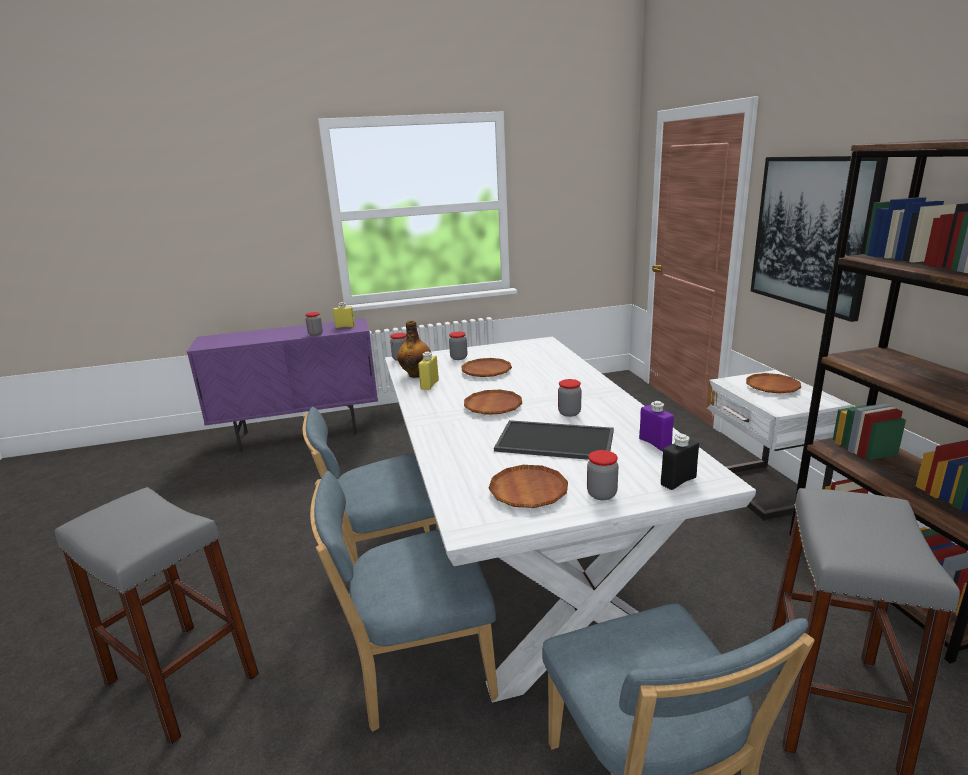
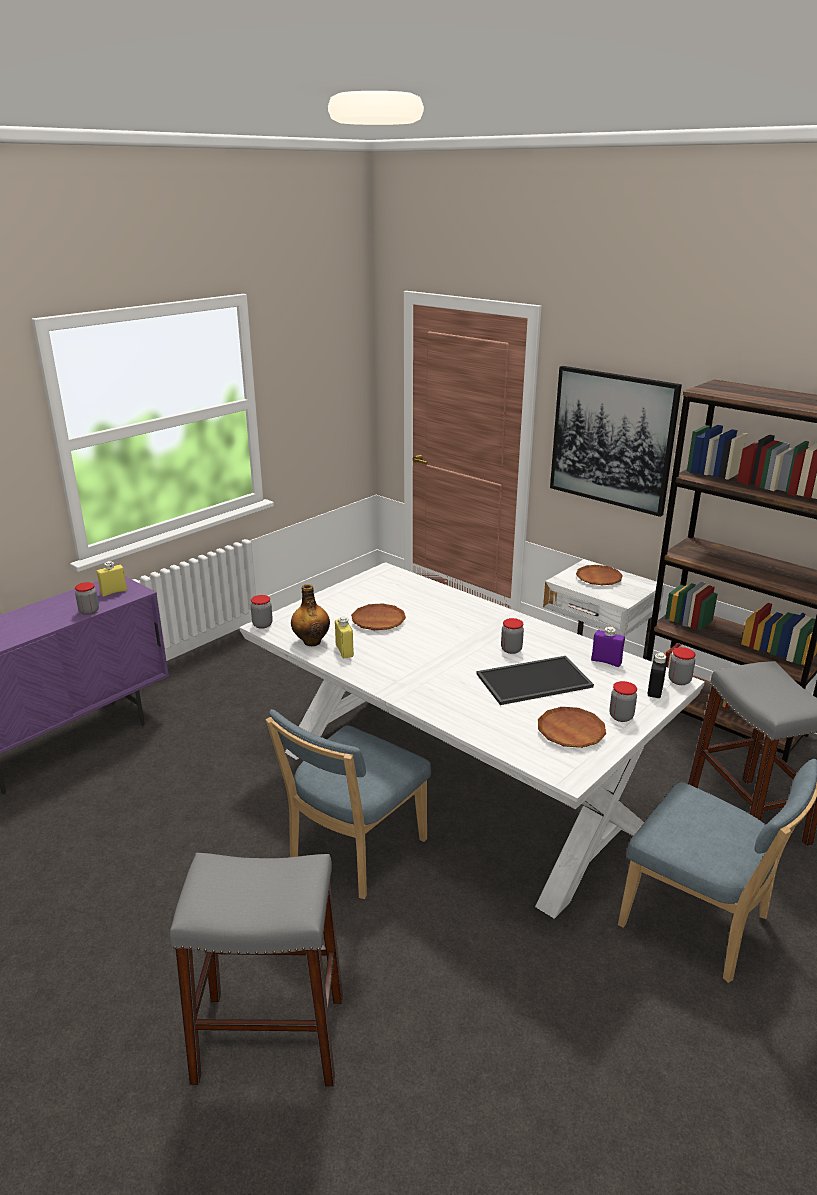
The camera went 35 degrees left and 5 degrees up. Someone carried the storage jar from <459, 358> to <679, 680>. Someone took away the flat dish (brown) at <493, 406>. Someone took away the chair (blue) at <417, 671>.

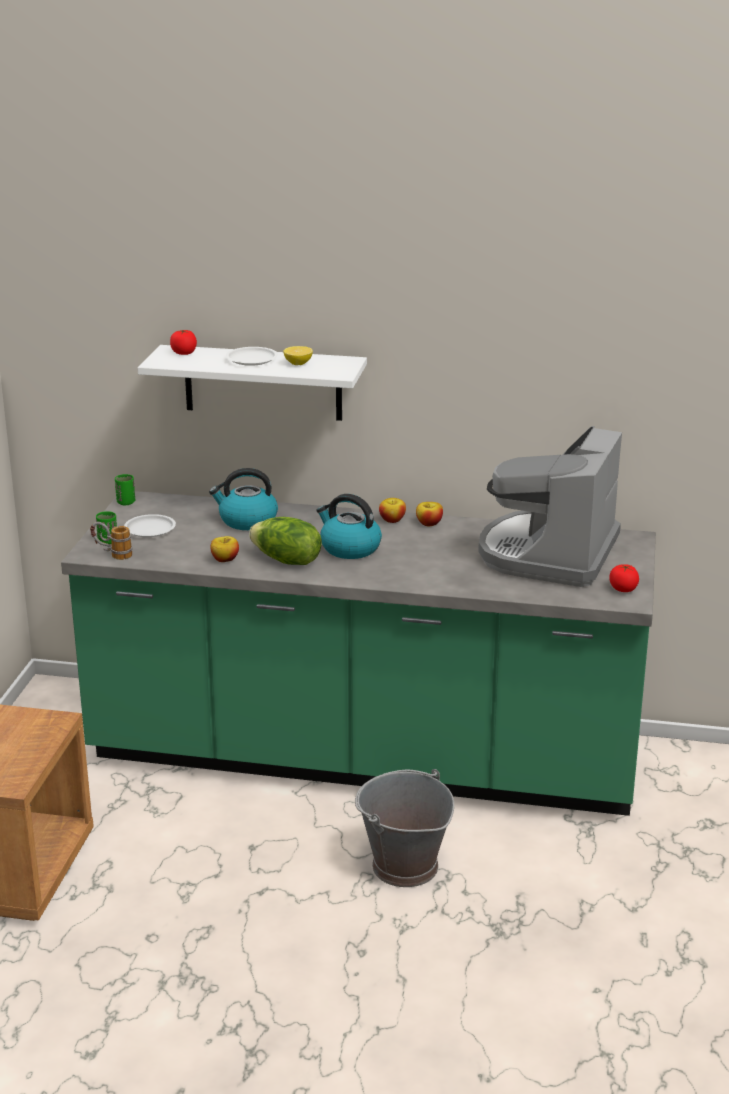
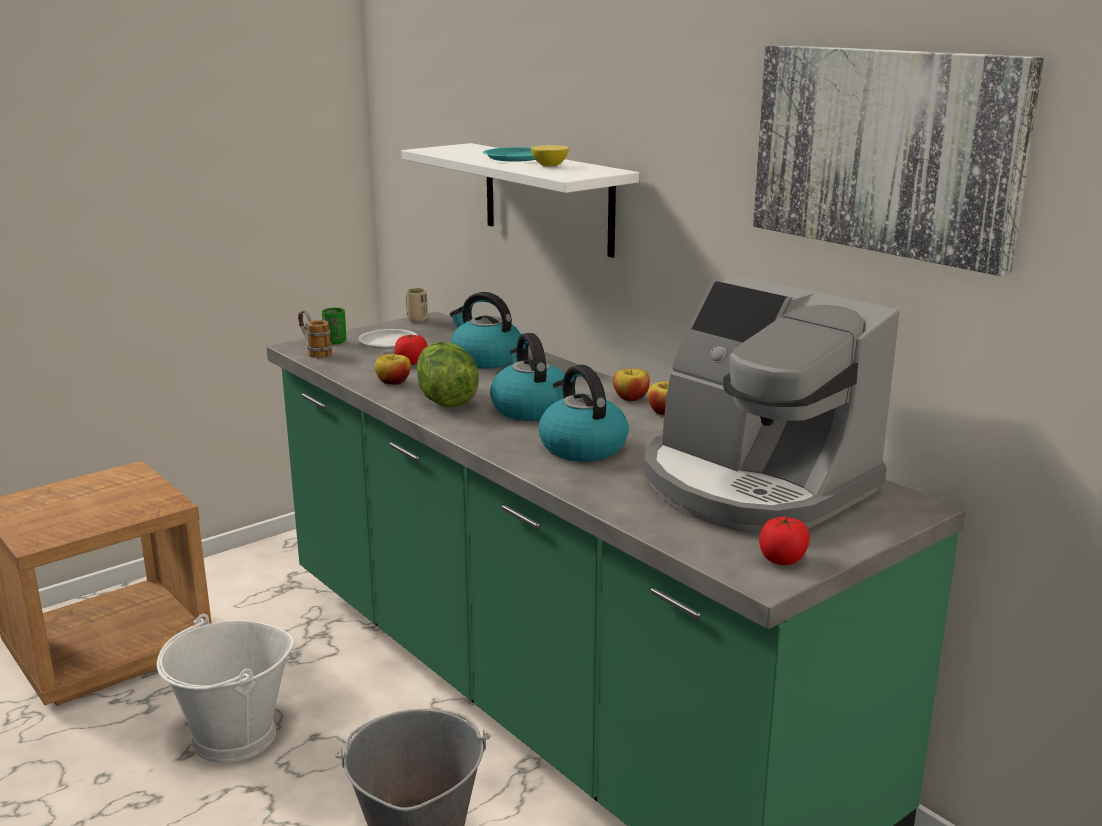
The camera went 40 degrees right and 5 degrees down. Someone carried the fresh tomato from <184, 353> to <411, 362>. Someone repainted the flat dish (whitish) at <251, 359>, which became the flat dish (turquoise) at <514, 158>. Someone rotated the coffee maker at <549, 554> by 105 degrees counterclockwise. Someone repainted the cup (greenish) at <126, 502>, which became the cup (sand-coloured) at <417, 320>. Someone put up the wall picture at <886, 151>. Someone put down the kettle at <581, 447>. Someone put down the water bucket (whitish) at <234, 737>.

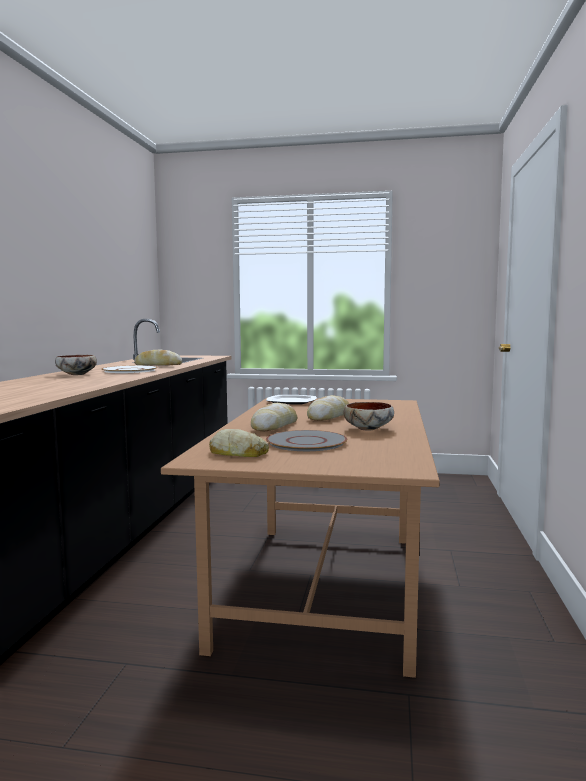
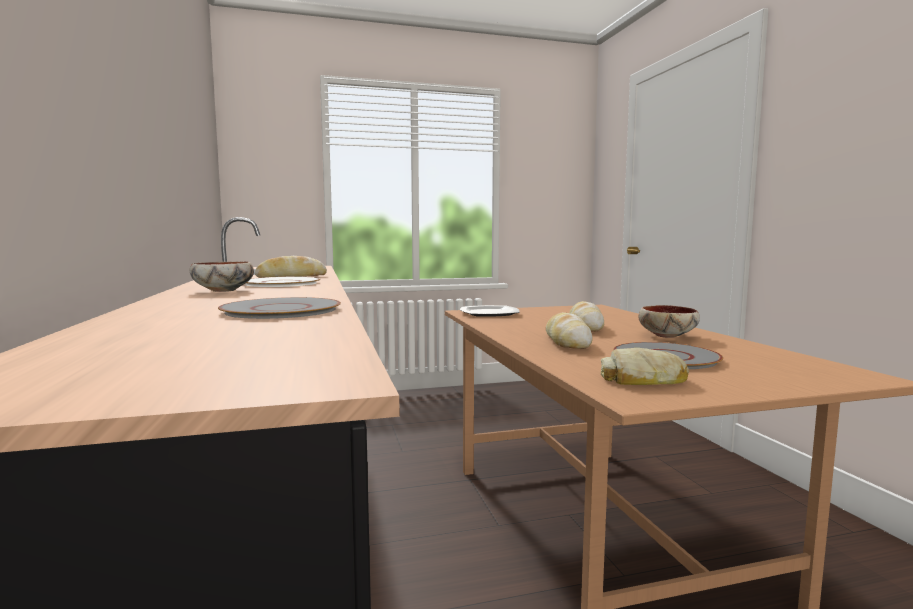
The camera went 25 degrees left and 0 degrees up. Someone put down the flat dish (gray) at <280, 310>.

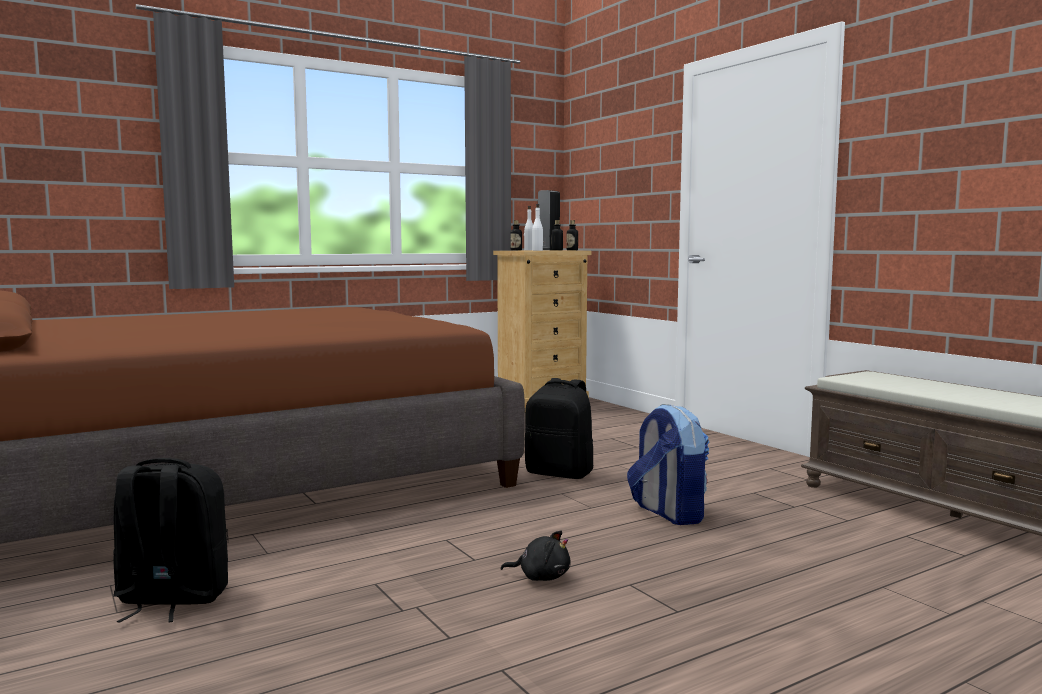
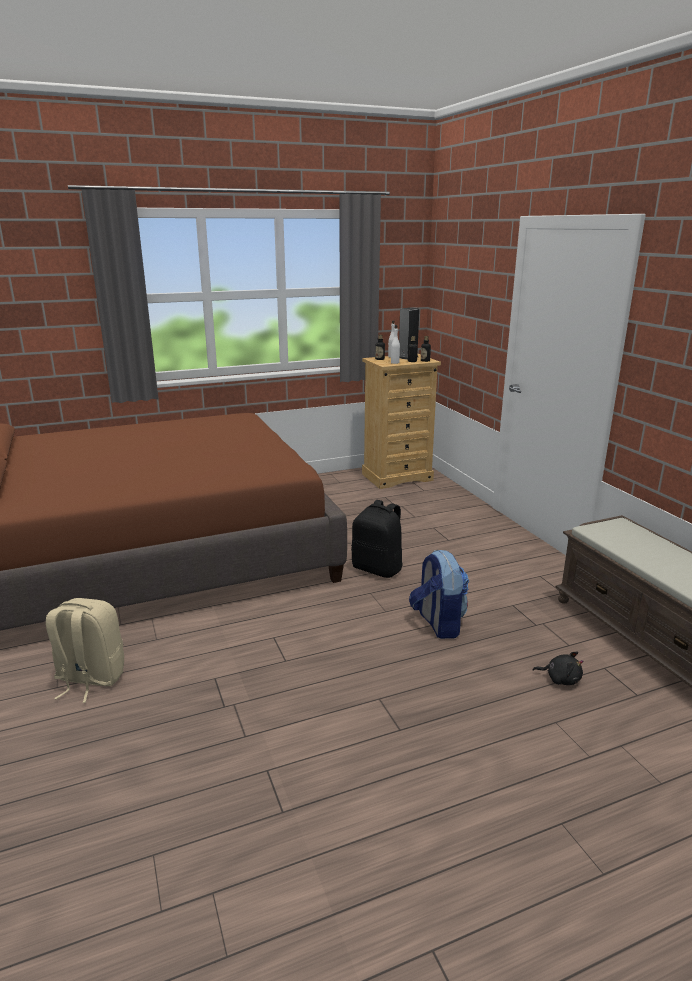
The camera went 10 degrees right and 15 degrees up. Someone repainted the backpack (black) at <171, 599>, which became the backpack (sand-coloured) at <90, 679>. Someone carried the cuddly toy (black) from <541, 577> to <560, 679>.

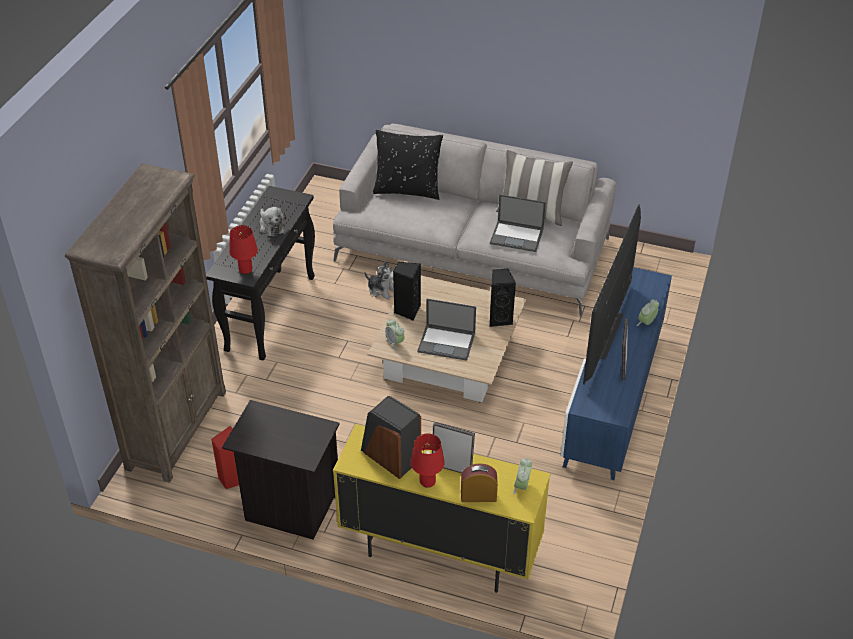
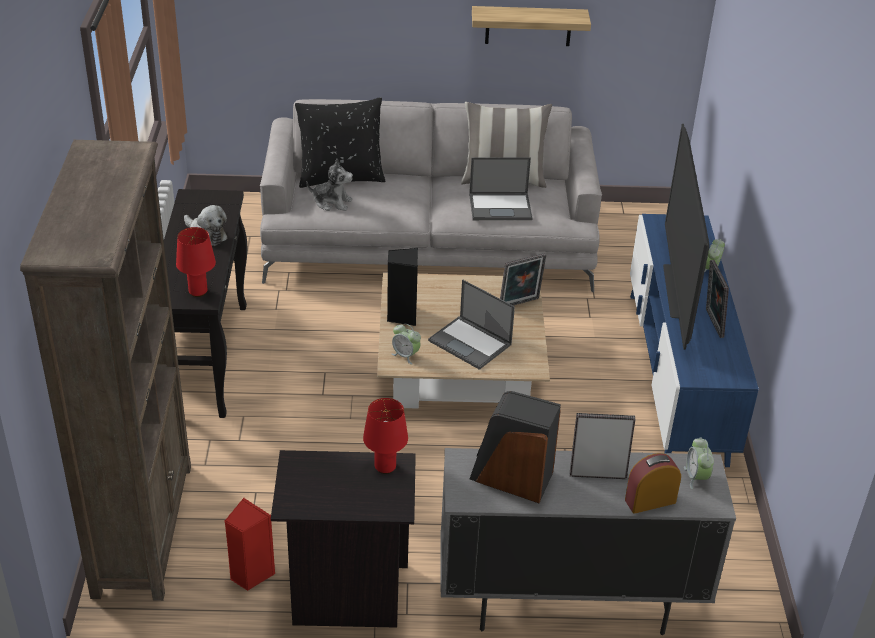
The camera went 20 degrees left and 5 degrees down. Someone carried the cuddly toy from <382, 290> to <332, 202>. Someone swapped the loudspeaker (black) at <500, 318> for the photo frame at <520, 304>. Someone rotated the notebook computer at <447, 342> by 45 degrees clockwise. Someone repainted the cupboard (yellow) at <439, 553>, which became the cupboard (gray) at <568, 603>. Someone carried the table lamp (reddish) from <428, 482> to <385, 467>. Someone put up the shelf at <528, 26>.

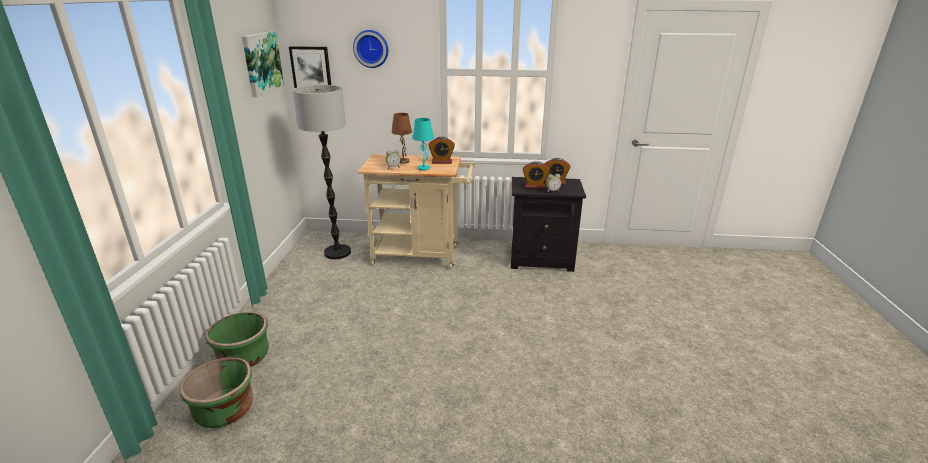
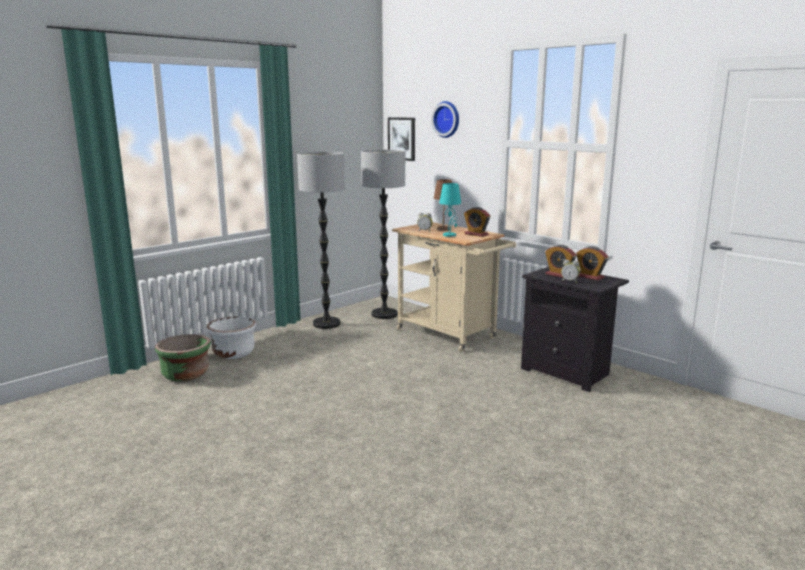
The camera went 40 degrees right and 10 degrees down. Someone took away the wall picture at <262, 63>. Someone repainted the plant pot (greenish) at <244, 358>, which became the plant pot (whitish) at <233, 353>. Someone put down the floor lamp at <326, 324>.

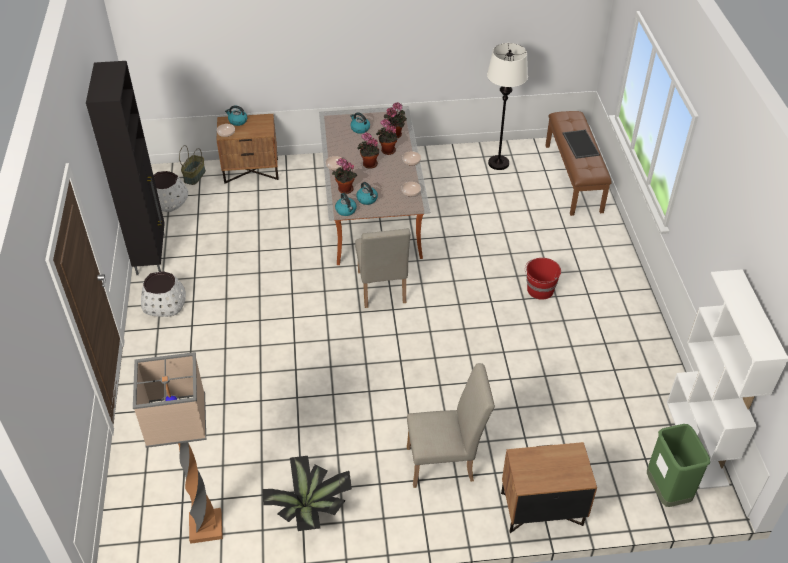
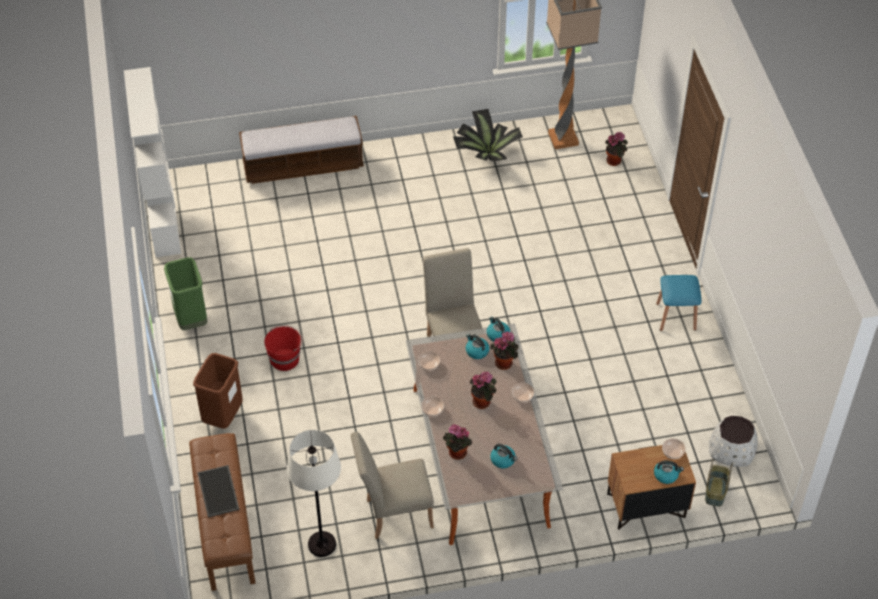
The camera went 175 degrees right and 5 degrees up. Someone took away the cupboard (black) at <151, 253>. Someone carried the plant in a pot from <387, 151> to <615, 160>. Someone swapped the plant pot (whitish) at <164, 303> for the stool (blue) at <676, 316>. Someone carried the chair (sand-coloured) from <446, 463> to <393, 513>. Someone carried the trash can (greenish) from <666, 492> to <191, 319>. Someone swapped the bedside table (brown) at <541, 510> for the indoor bench at <303, 166>. Someone put down the trash can (brown) at <223, 416>.

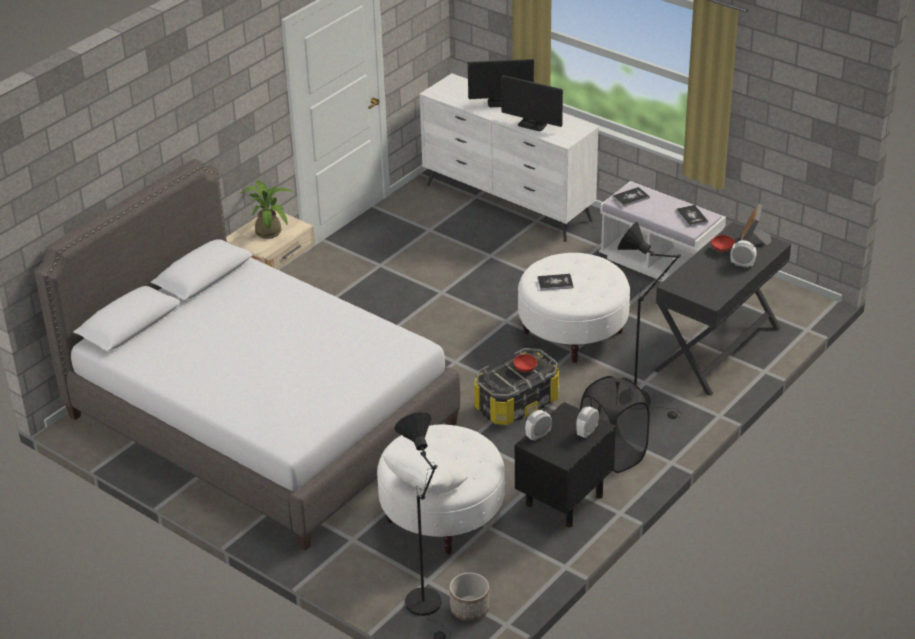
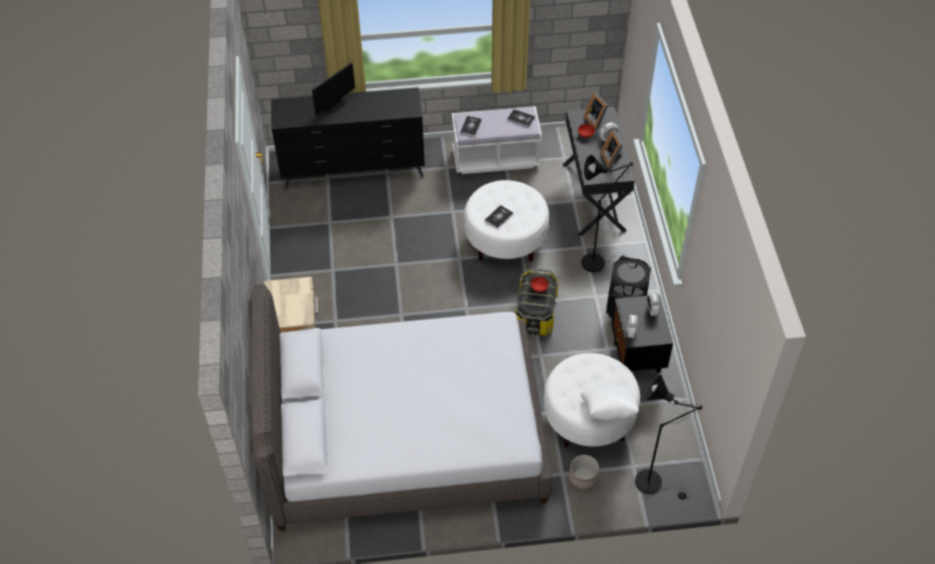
The camera went 45 degrees left and 15 degrees up. Someone repainted the dresser (whitish) at <508, 203>, which became the dresser (black) at <354, 170>. Someone took away the computer display at <532, 124>. Someone took away the plant in a pot at <268, 230>. Someone carried the plant pot from <469, 609> to <582, 478>. Someone put down the photo frame at <612, 158>.

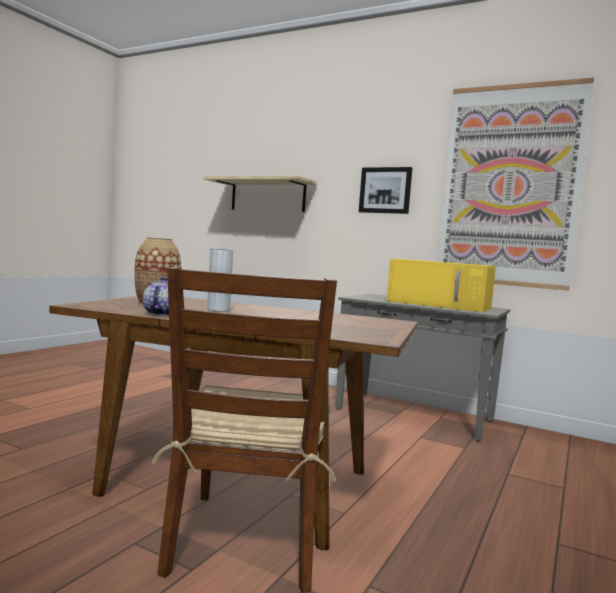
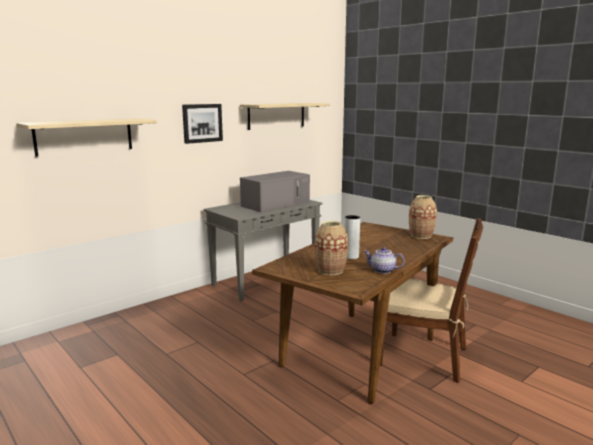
The camera went 70 degrees left and 10 degrees up. Someone swapped the wall picture at <509, 186> for the shelf at <276, 115>. Someone repainted the microwave oven (yellow) at <440, 305>, which became the microwave oven (gray) at <276, 204>. Someone put down the decorative vase at <421, 236>.

